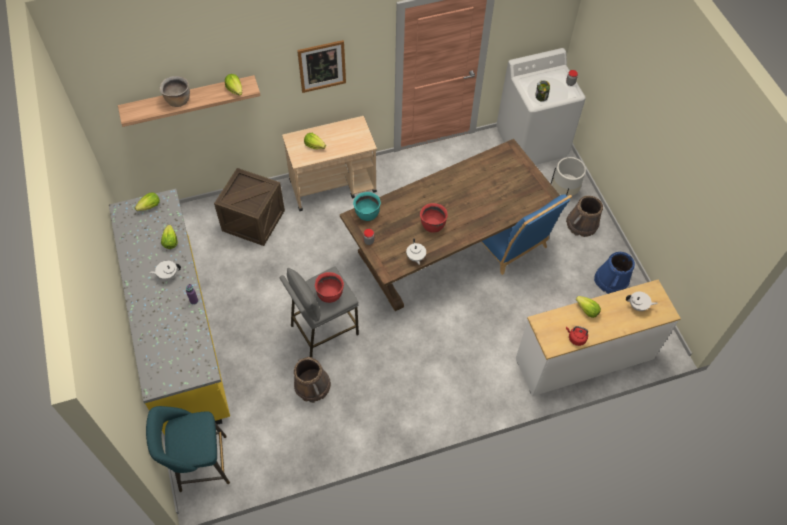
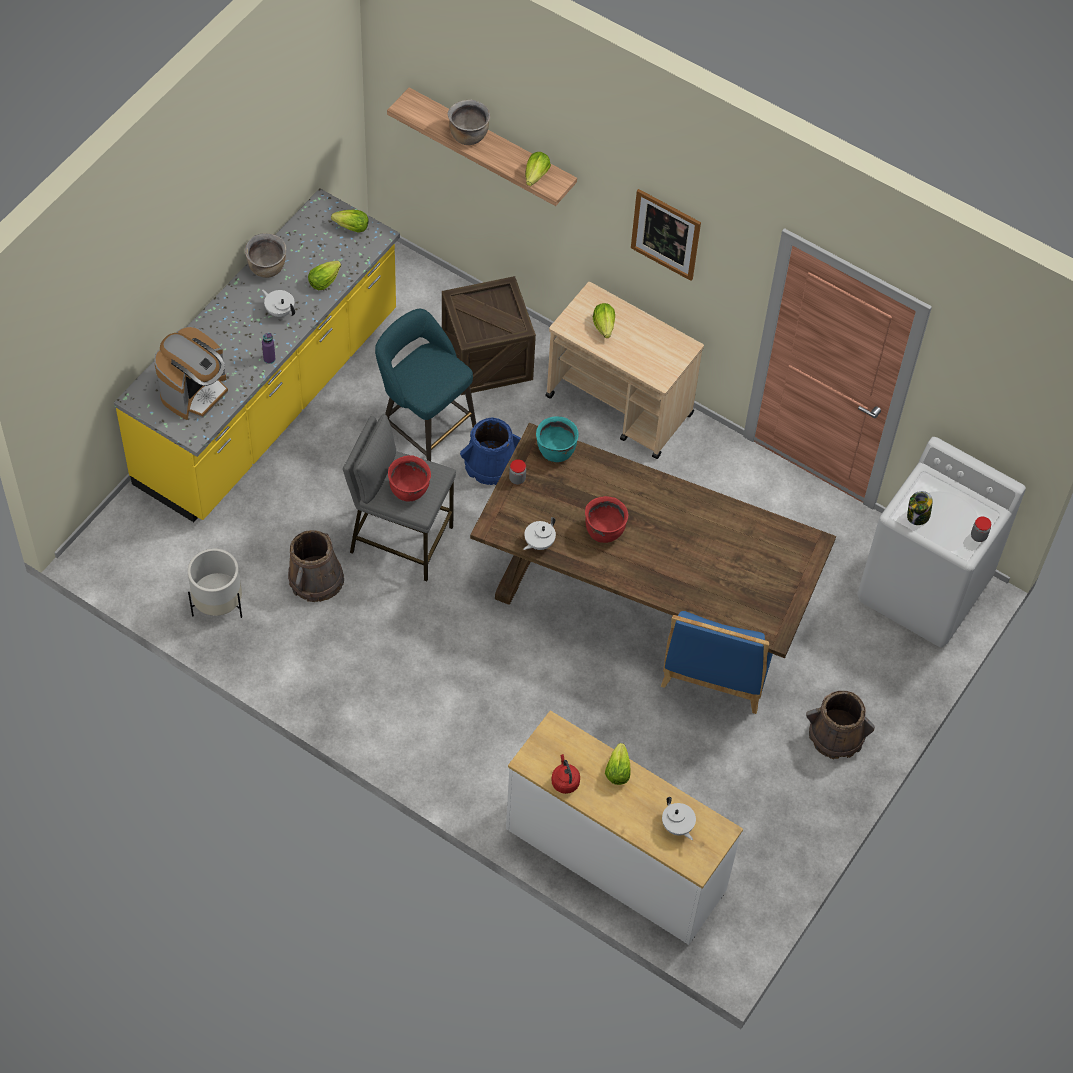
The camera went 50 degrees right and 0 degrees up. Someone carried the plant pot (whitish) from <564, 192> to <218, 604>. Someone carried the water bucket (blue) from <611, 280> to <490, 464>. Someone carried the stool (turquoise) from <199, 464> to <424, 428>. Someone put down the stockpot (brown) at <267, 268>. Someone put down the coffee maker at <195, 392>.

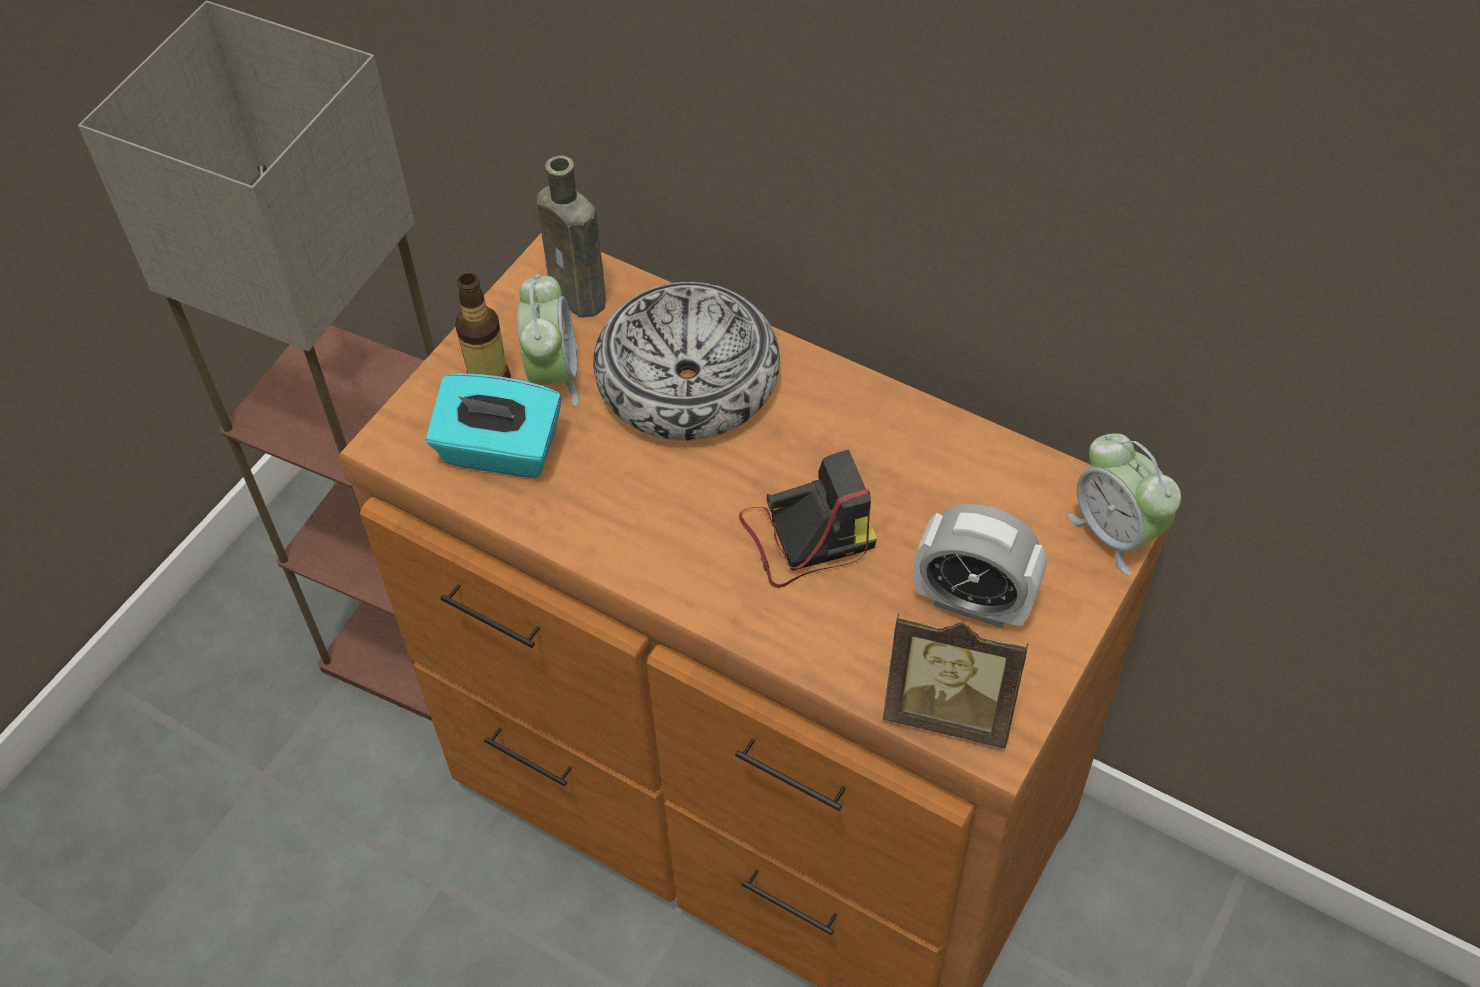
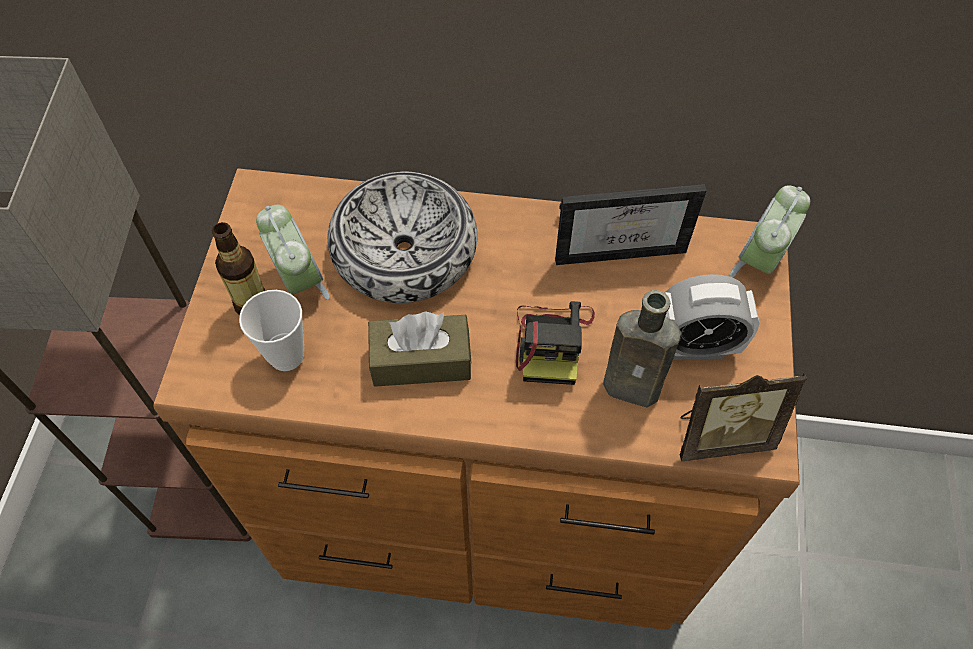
The camera went 25 degrees left and 5 degrees up. Someone carried the beverage bottle (brown) from <581, 299> to <636, 389>. Someone swapped the tissue box (turquoise) at <500, 451> for the cup at <286, 356>. Someone rotated the alarm clock at <1116, 533> by 90 degrees clockwise. Someone rotated the still camera at <805, 538> by 135 degrees clockwise. Someone put down the photo frame at <620, 245>. Someone put down the tissue box (brown) at <421, 361>.

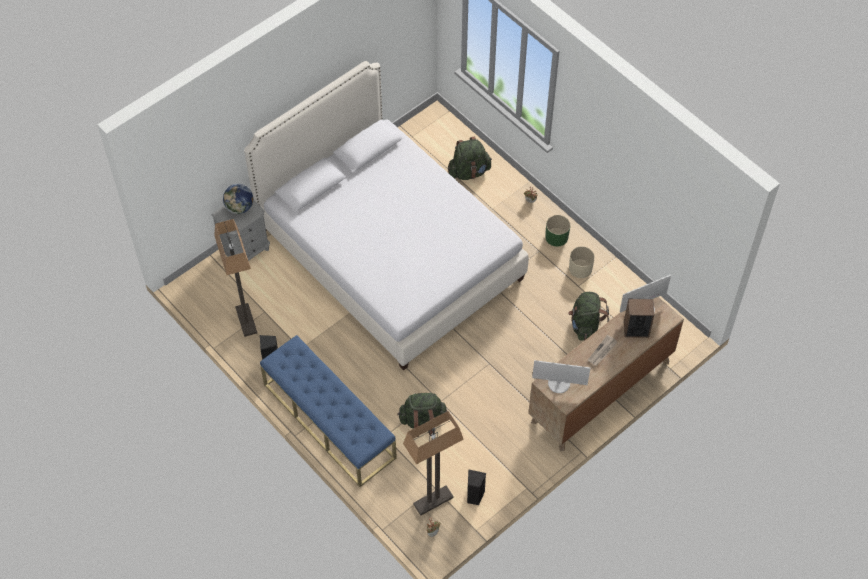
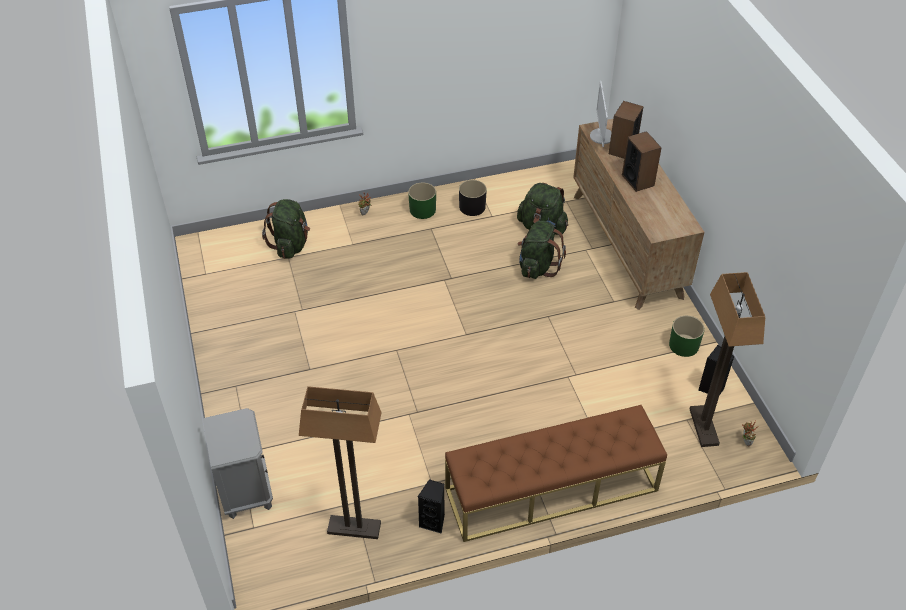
The camera went 65 degrees left and 10 degrees down. Someone took away the bedroom bed (whitish) at <389, 253>. Someone took away the desk globe at <240, 207>. Someone repainted the plant pot (sand-coloured) at <580, 268>, which became the plant pot (black) at <472, 207>. Someone repainted the indoor bench (blue) at <329, 421>, which became the indoor bench (brown) at <551, 490>. Someone swapped the printed paper at <602, 351> for the loudspeaker at <638, 180>. Someone took away the computer display at <559, 383>. Someone carried the backpack (greenish) from <423, 421> to <537, 266>. Someone put down the plant pot (greenish) at <684, 345>.

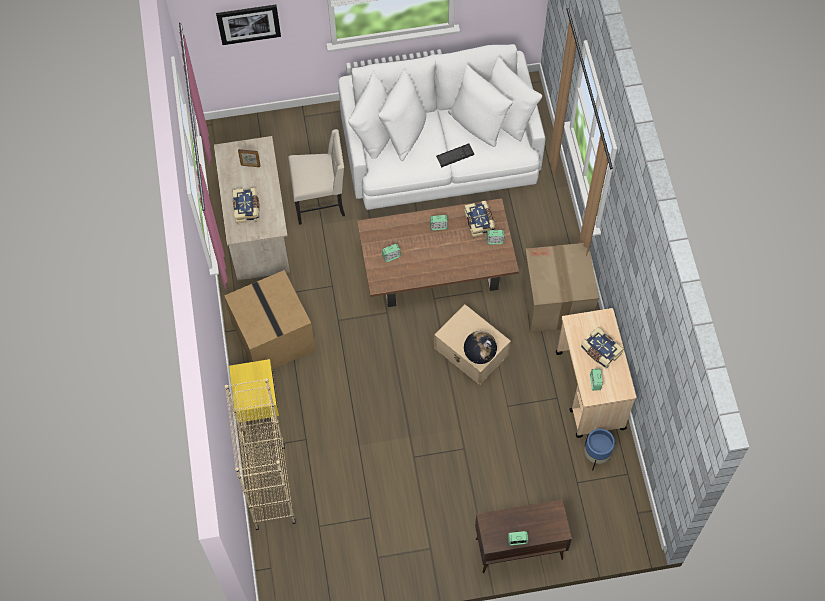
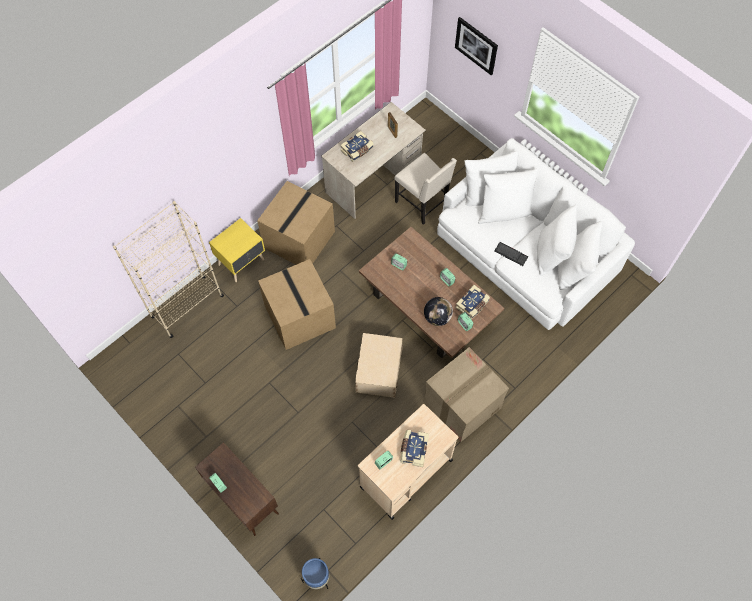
The camera went 55 degrees right and 0 degrees up. Someone carried the desk globe from <479, 354> to <437, 317>. Someone carried the plant pot (blue) from <596, 456> to <317, 578>. Someone put down the packing box at <298, 316>.

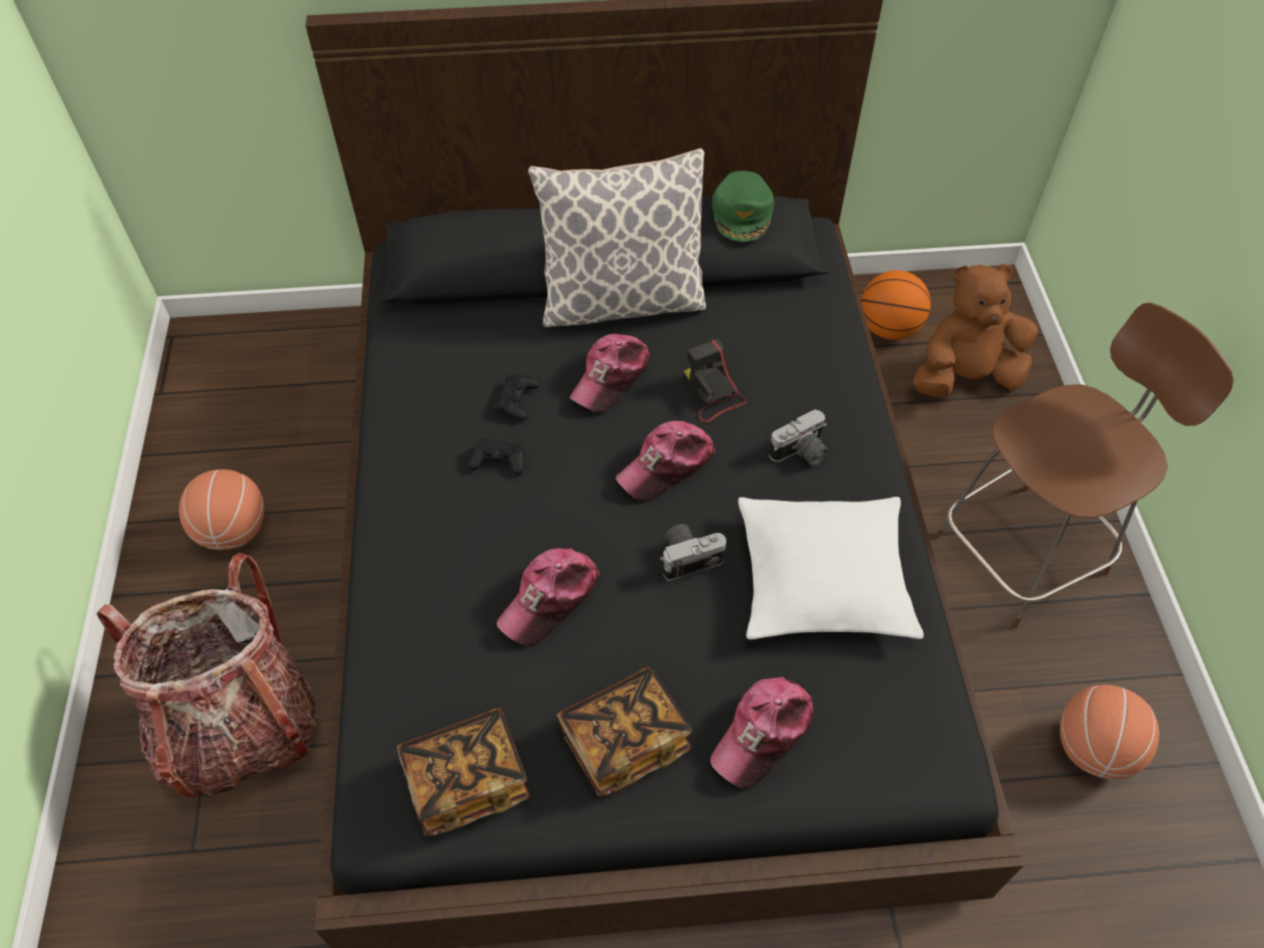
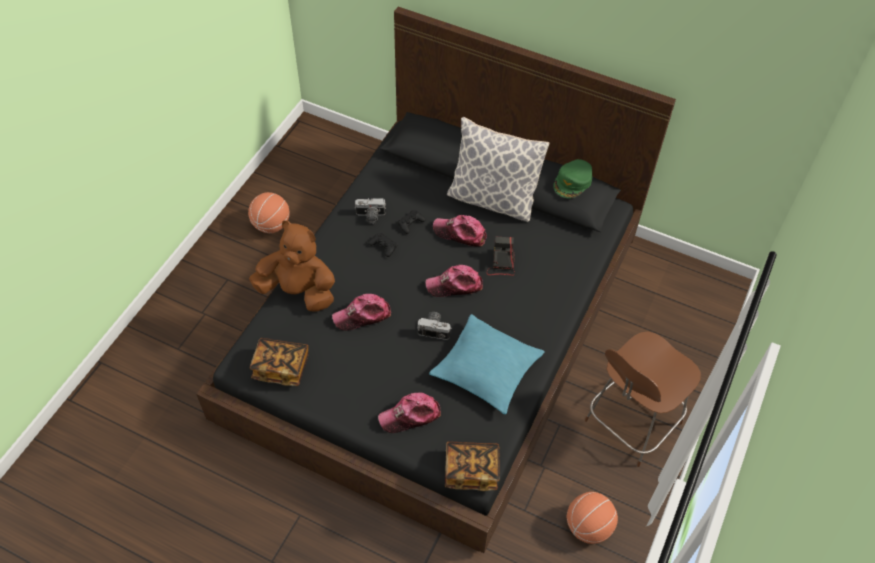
The camera went 30 degrees right and 0 degrees up. Someone carried the cuddly toy (brown) from <964, 377> to <298, 291>. Someone took away the basketball ball at <888, 328>. Someone rotated the chair (brown) at <1025, 552> by 135 degrees clockwise. Someone rotated the cap at <611, 378> by 45 degrees clockwise. Someone carried the still camera from <801, 453> to <370, 216>. Someone repainted the throw pillow (whitish) at <823, 578>, which became the throw pillow (turquoise) at <486, 369>. Someone took away the backpack at <240, 727>. Someone carried the volume from <624, 740> to <471, 471>.

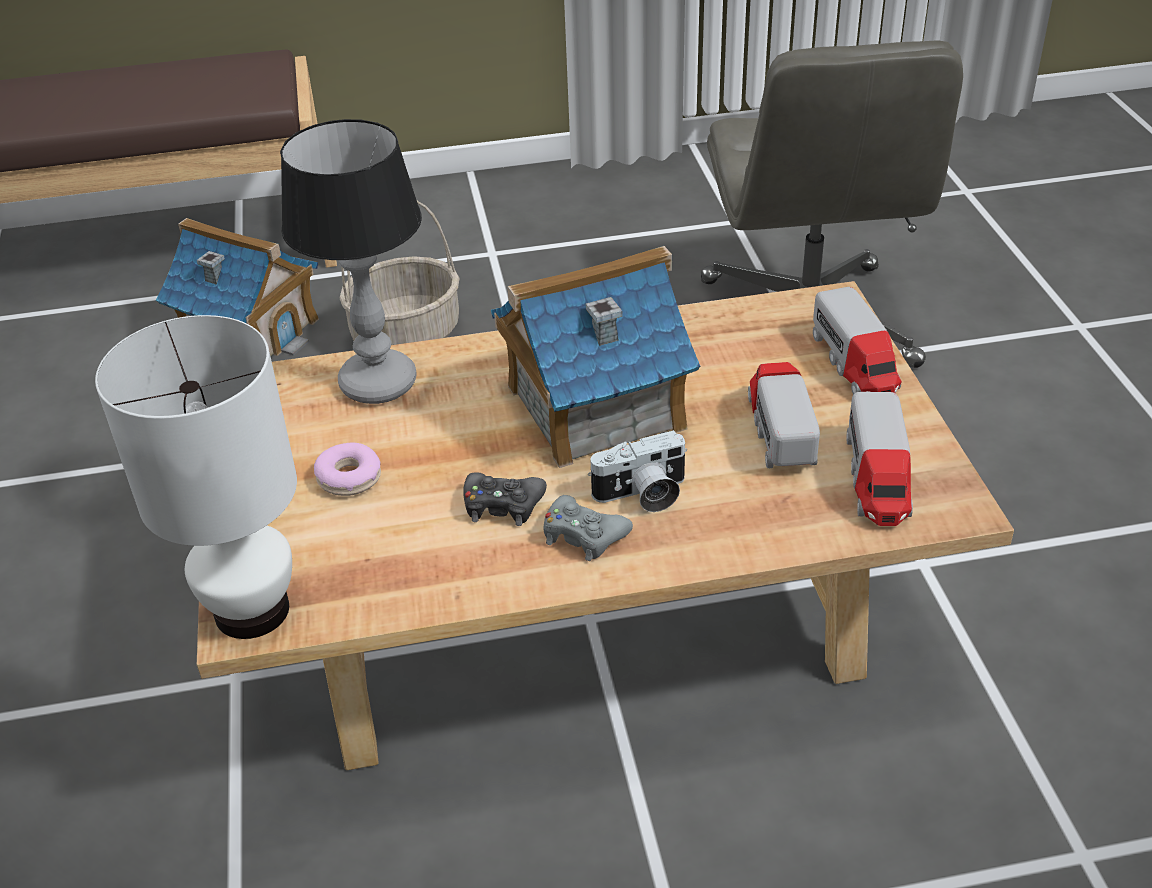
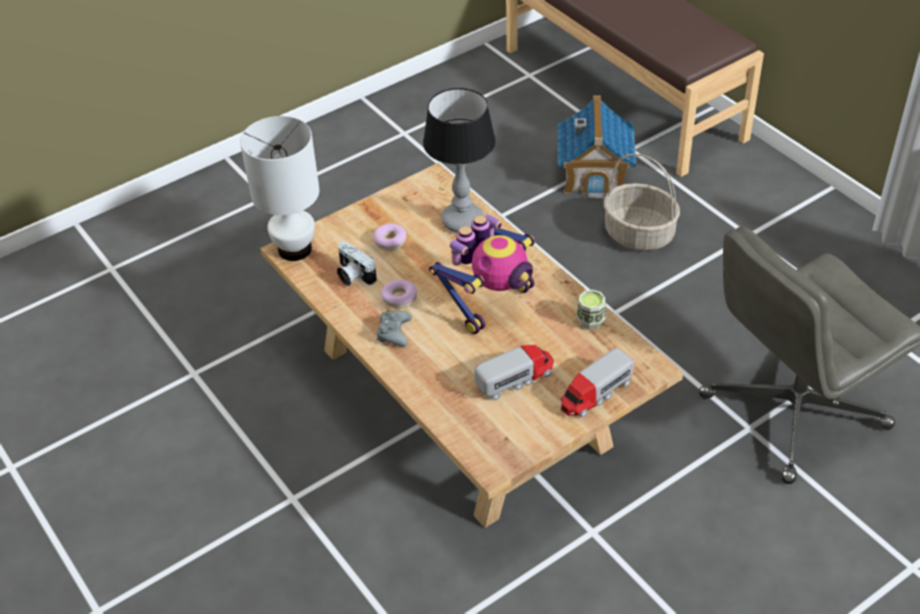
The camera went 65 degrees right and 5 degrees up. Someone swapped the miniature house at <594, 407> for the model robot at <491, 302>. Someone took away the toy truck at <877, 478>. Someone carried the still camera from <642, 495> to <353, 275>. Someone swapped the gamepad (black) at <502, 505> for the doughnut at <399, 298>. Someone put down the cup at <590, 320>.

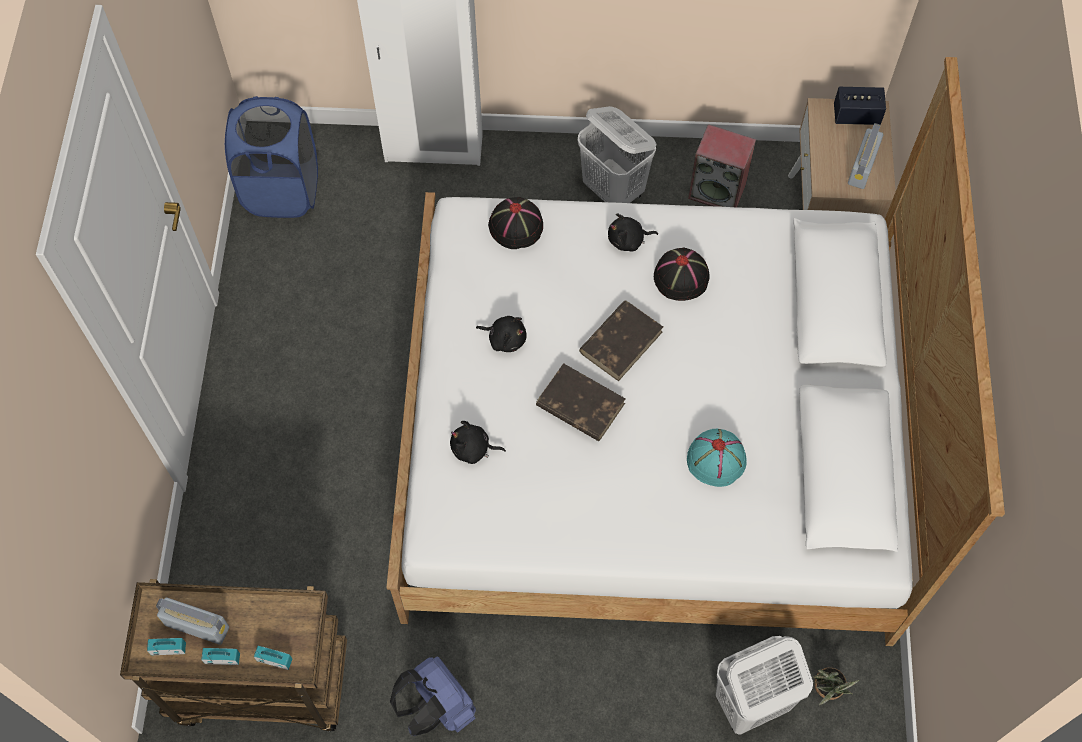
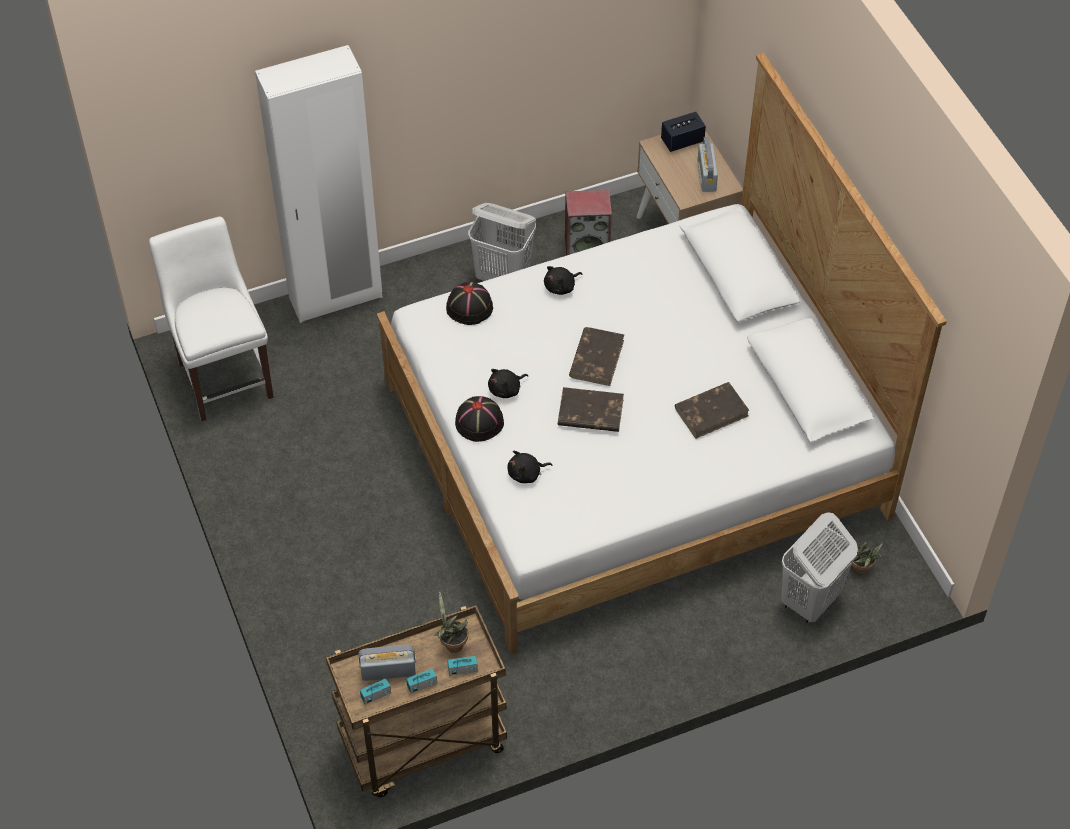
The camera went 25 degrees left and 10 degrees down. Someone swapped the laundry basket (blue) at <282, 191> for the chair (whitish) at <224, 376>. Someone carried the hat (black) from <681, 277> to <479, 422>. Someone rotated the cuddly toy (black) at <505, 339> by 150 degrees clockwise. Someone swapped the hat (turquoise) at <716, 459> for the volume (brown) at <712, 411>. Someone took away the backpack (blue) at <437, 708>. Someone put down the plant in a pot at <452, 643>.

